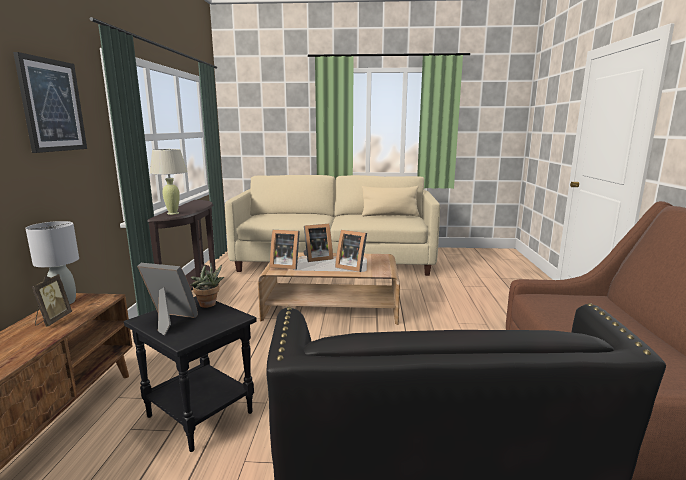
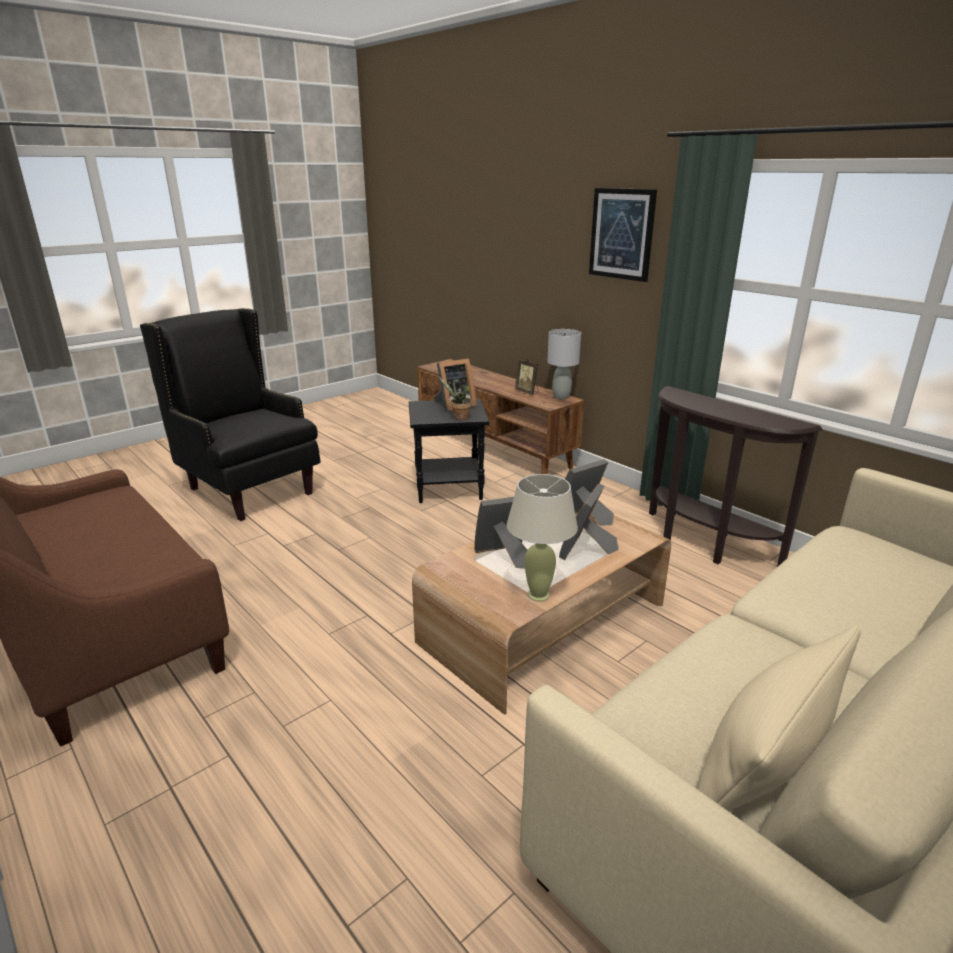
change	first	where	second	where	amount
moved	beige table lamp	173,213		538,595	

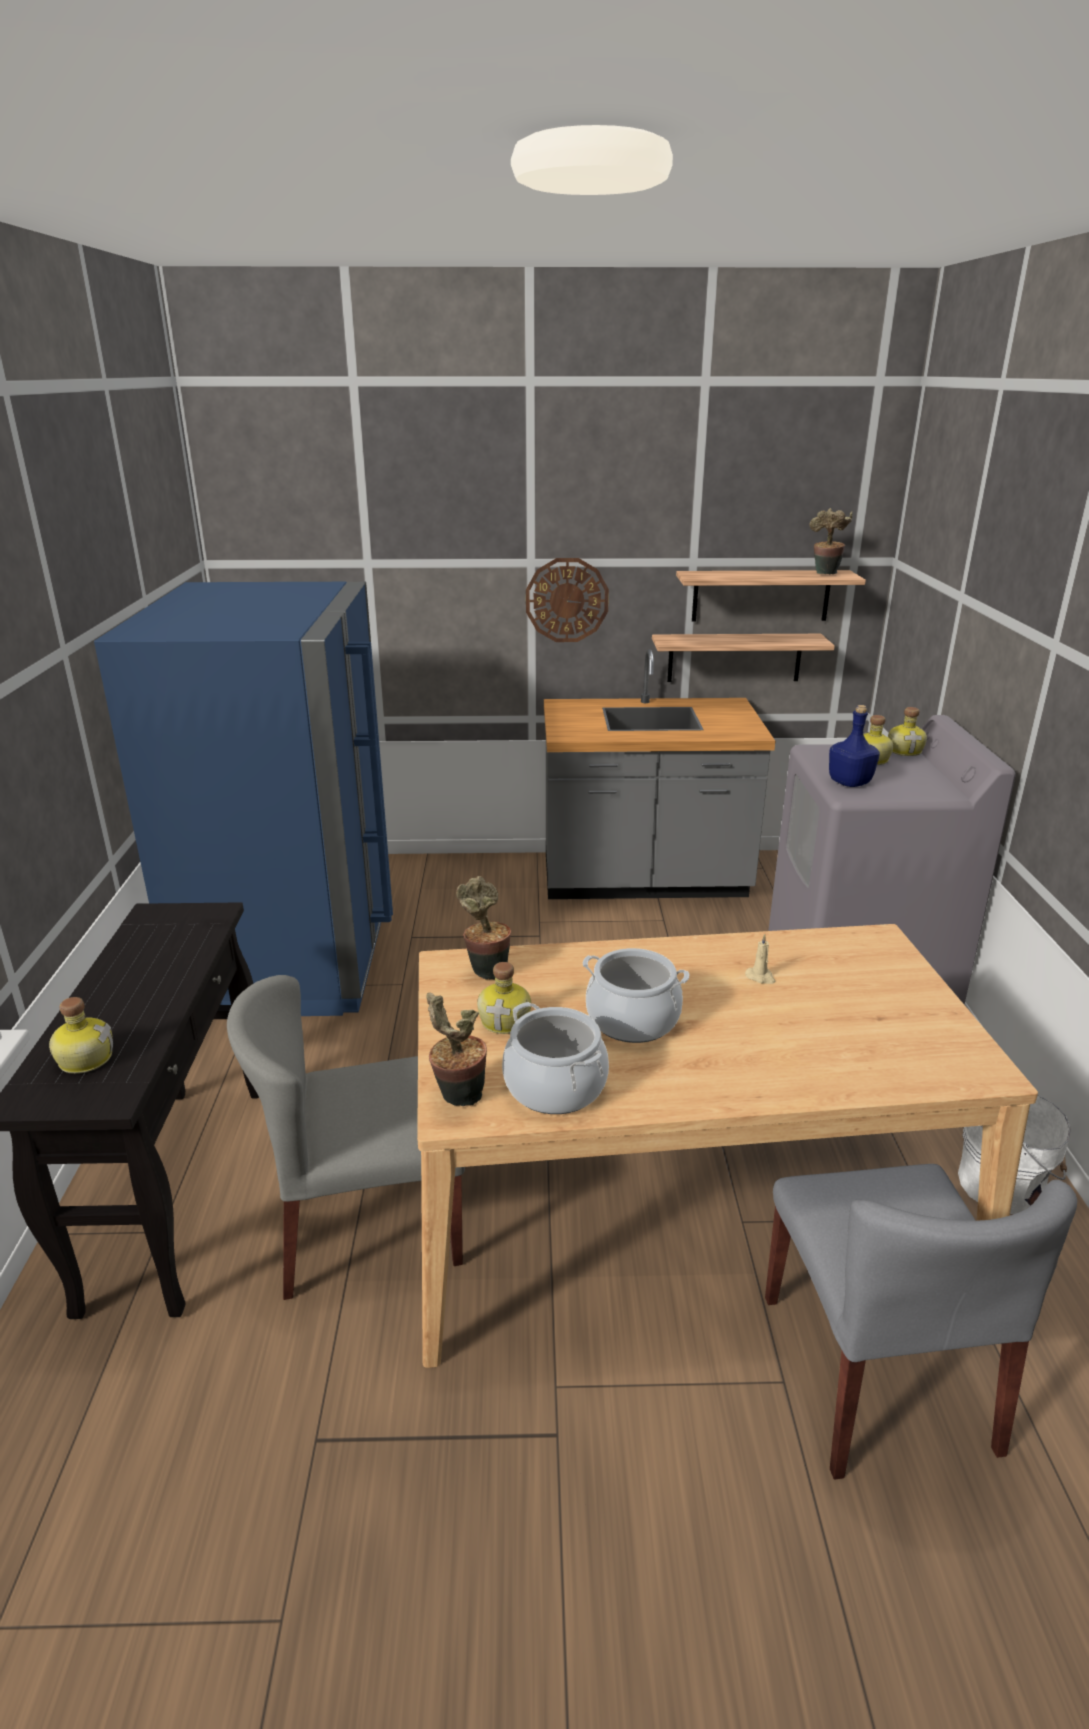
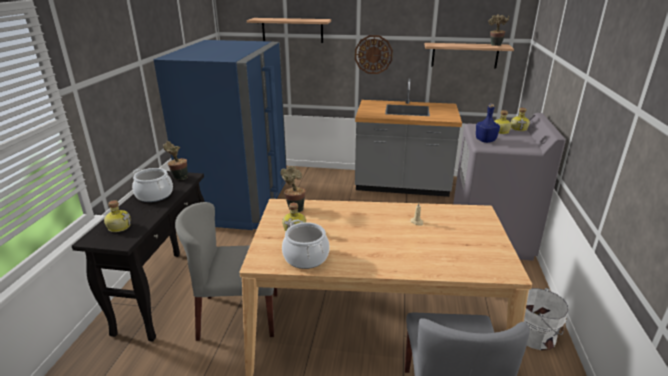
change	first	where	second	where	amount
moved	potted plant	457,1096		179,178	
moved	cooking pot	632,1020		154,195	
moved	shelf	734,657		292,30	

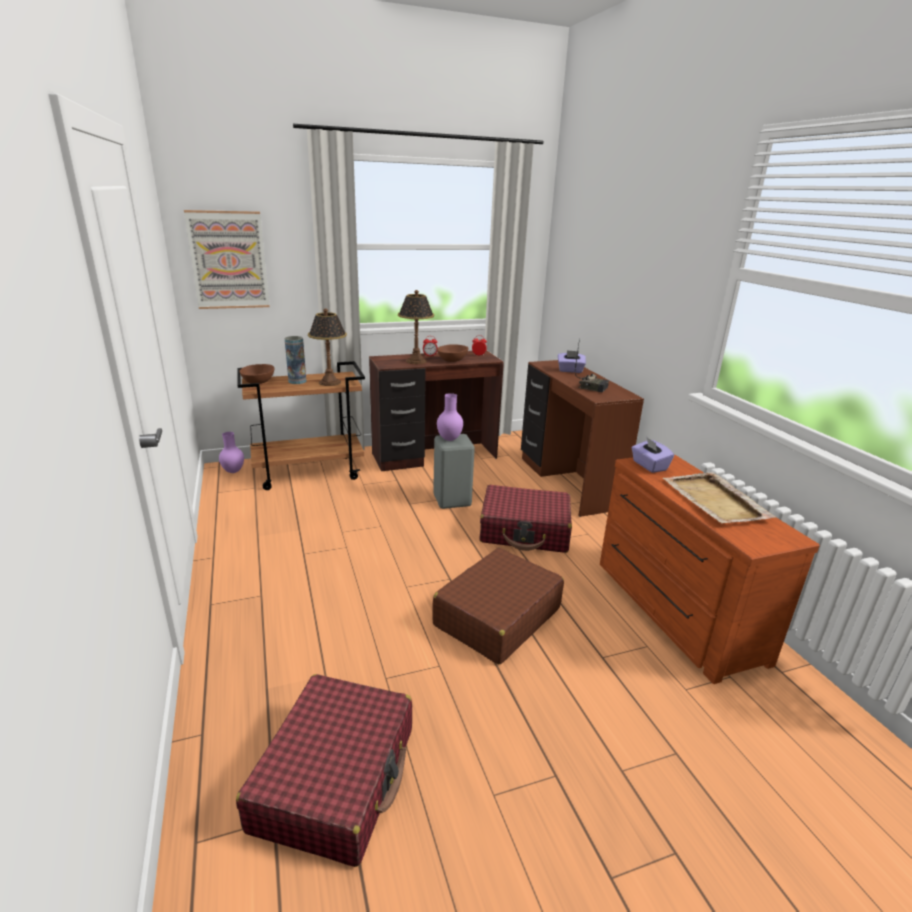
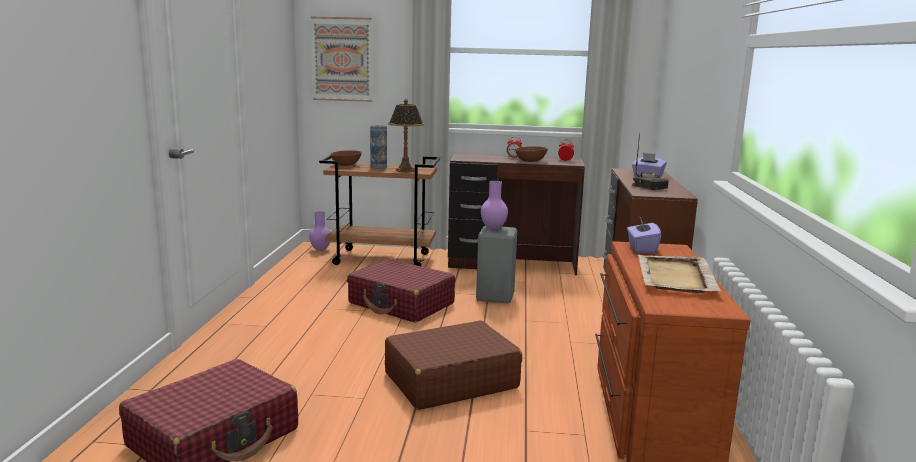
change	first	where	second	where	amount
removed	table lamp	416,361			
moved	red suitcase	525,531		401,303	

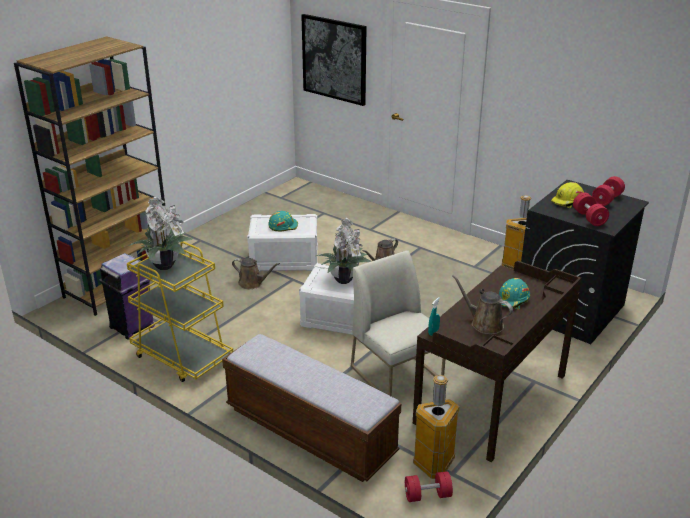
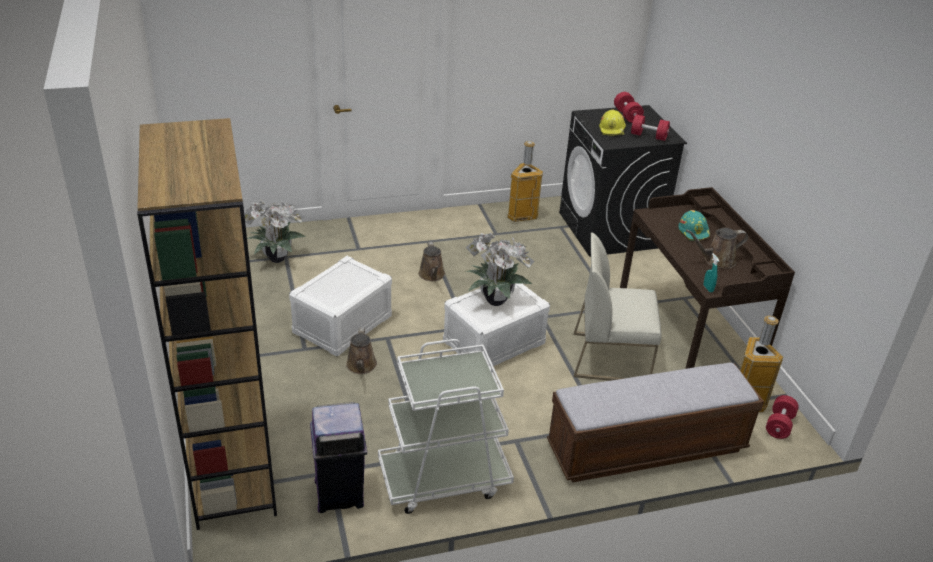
change	first	where	second	where	amount
recoloured	yellow cart	182,357	white cart	443,479	
moved	potted plant	164,265		275,258	
turned	brown watering can	252,283		361,366	120 degrees clockwise
removed	turquoise hard hat	283,226			
removed	picture	334,59			

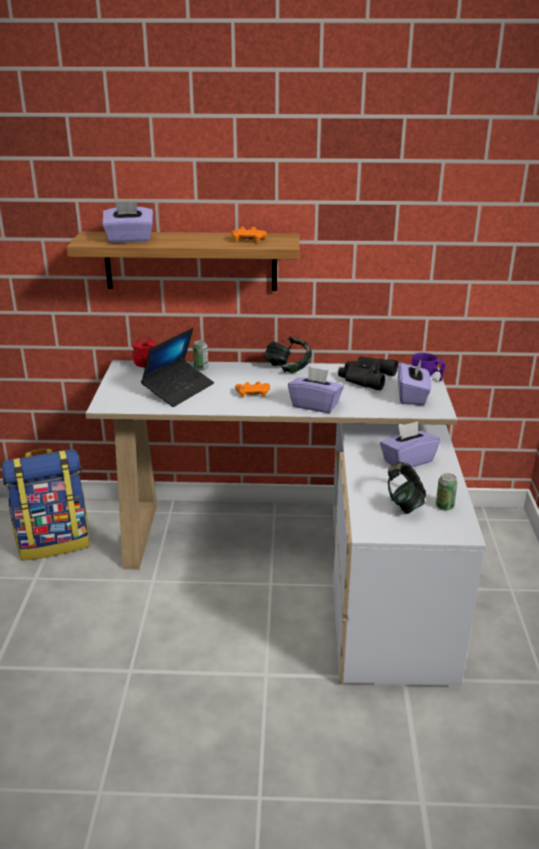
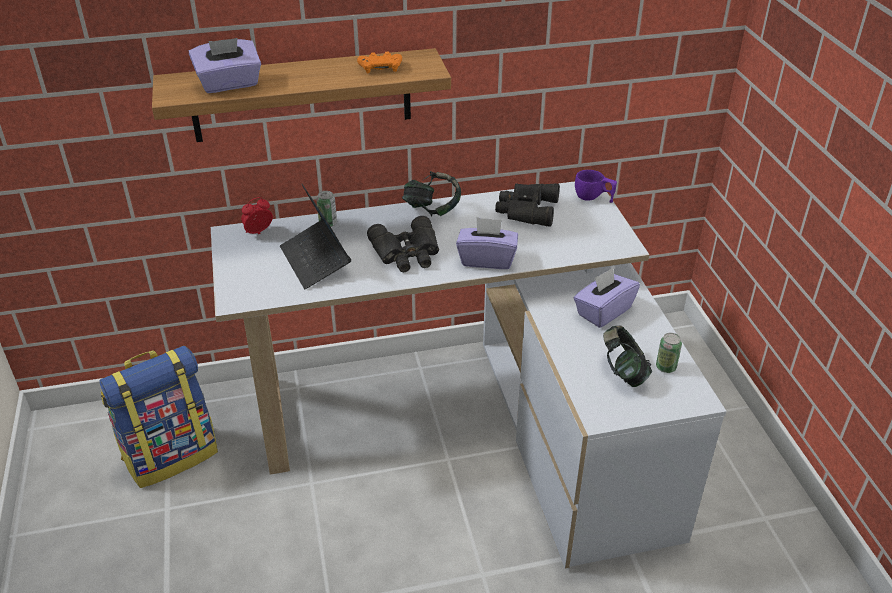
change	first	where	second	where	amount
turned	laptop	178,389		315,261	135 degrees clockwise
replaced	orange game controller	253,393	black binoculars	407,253	
removed	purple tissue box	412,396			

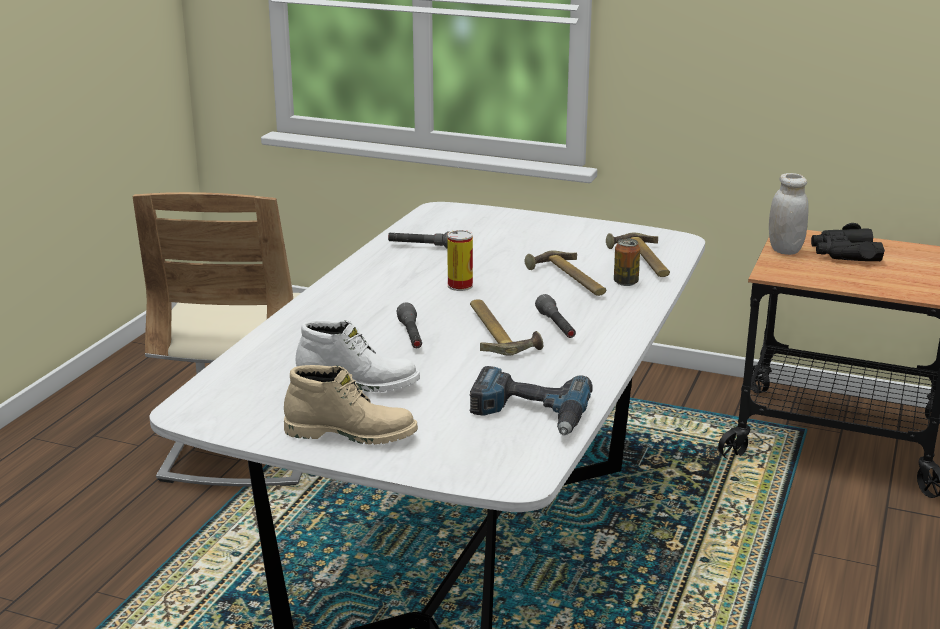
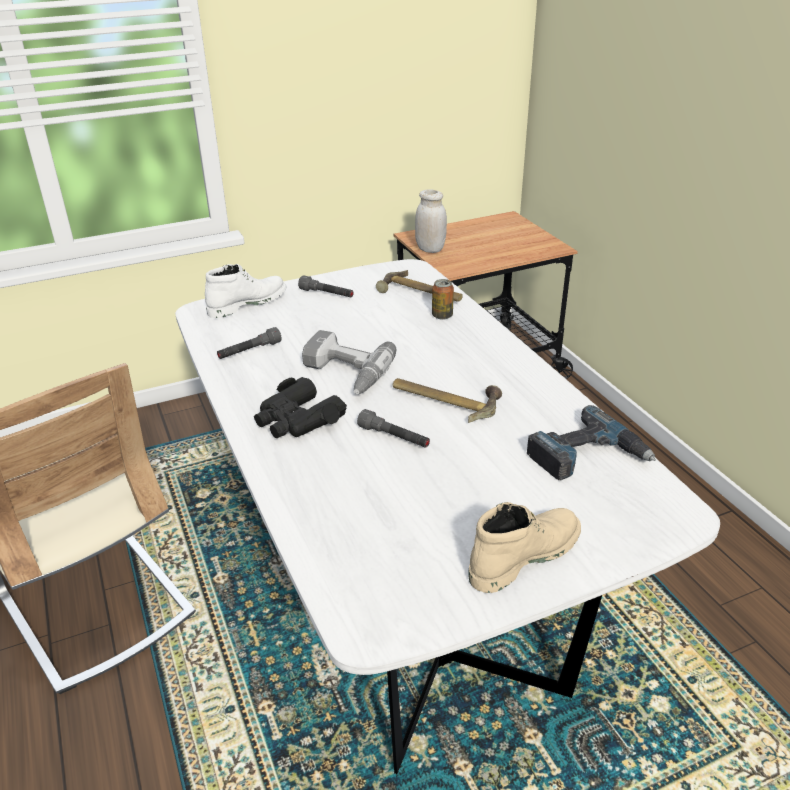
change	first	where	second	where	amount
moved	white boot	359,383		247,303	
replaced	can	460,286	power drill	344,373	
removed	hammer	569,280			
moved	grey flashlight	556,326		327,294	
moved	black binoculars	845,253		297,420	

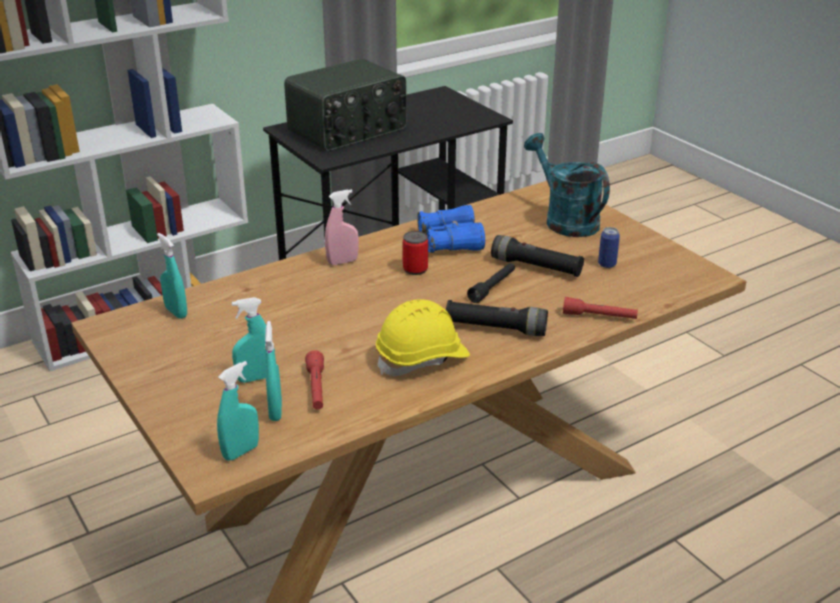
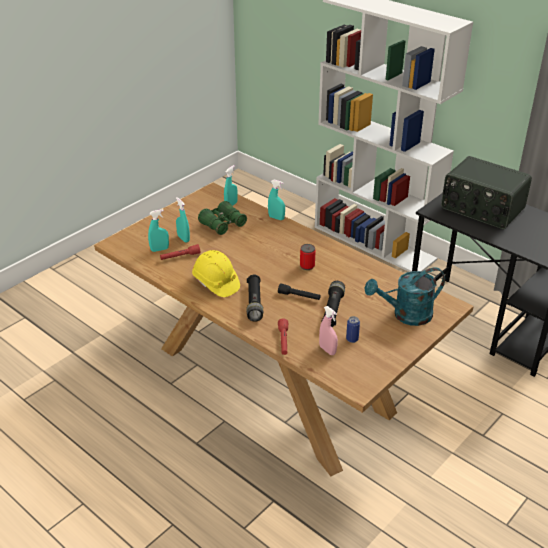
change	first	where	second	where	amount
moved	turquoise spray bottle	241,452		276,218	
moved	pink spray bottle	342,262		327,350	
removed	blue binoculars	450,241			
turned	turquoise watering can	565,220		406,315	150 degrees counterclockwise
added			green binoculars	223,224	

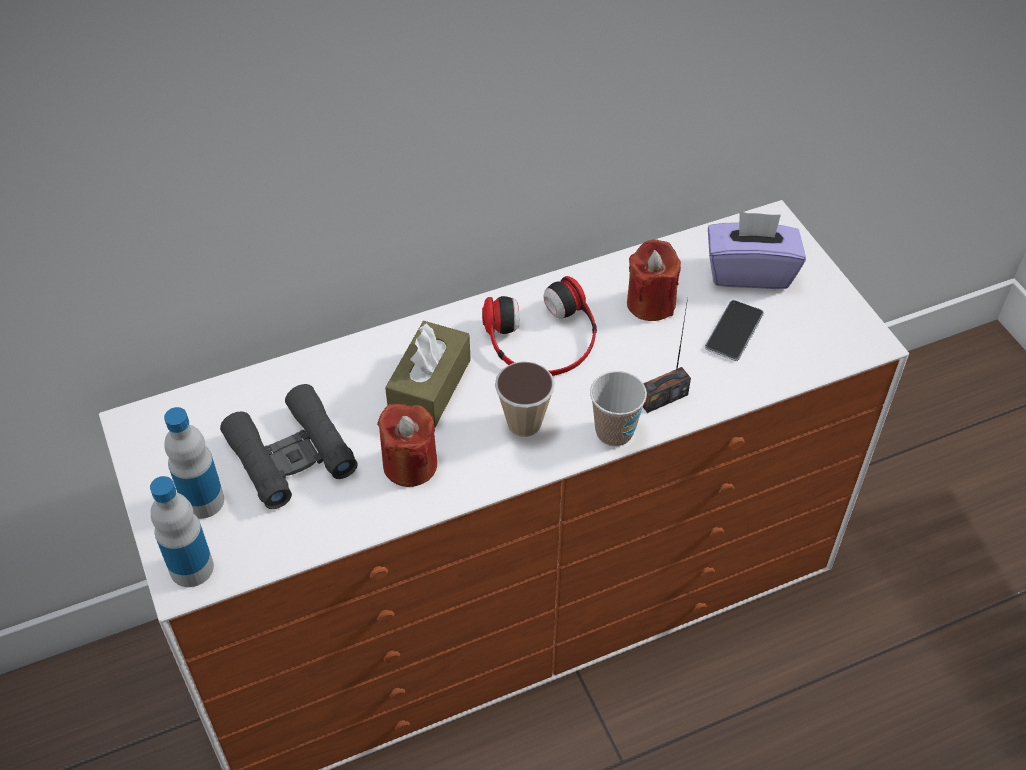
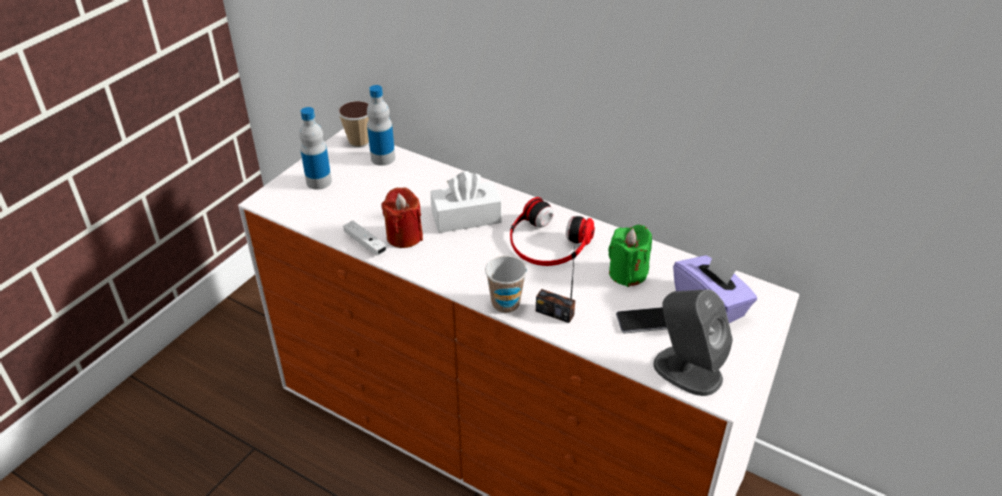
change	first	where	second	where	amount
moved	bottle	191,568		383,158	
removed	black binoculars	291,455			
recoloured	brown tissue box	430,386	white tissue box	466,218	
moved	cup	524,423		359,142	
recoloured	red candle	650,303	green candle	627,273	
added			white game controller	365,243	
added			grey speaker	686,370	

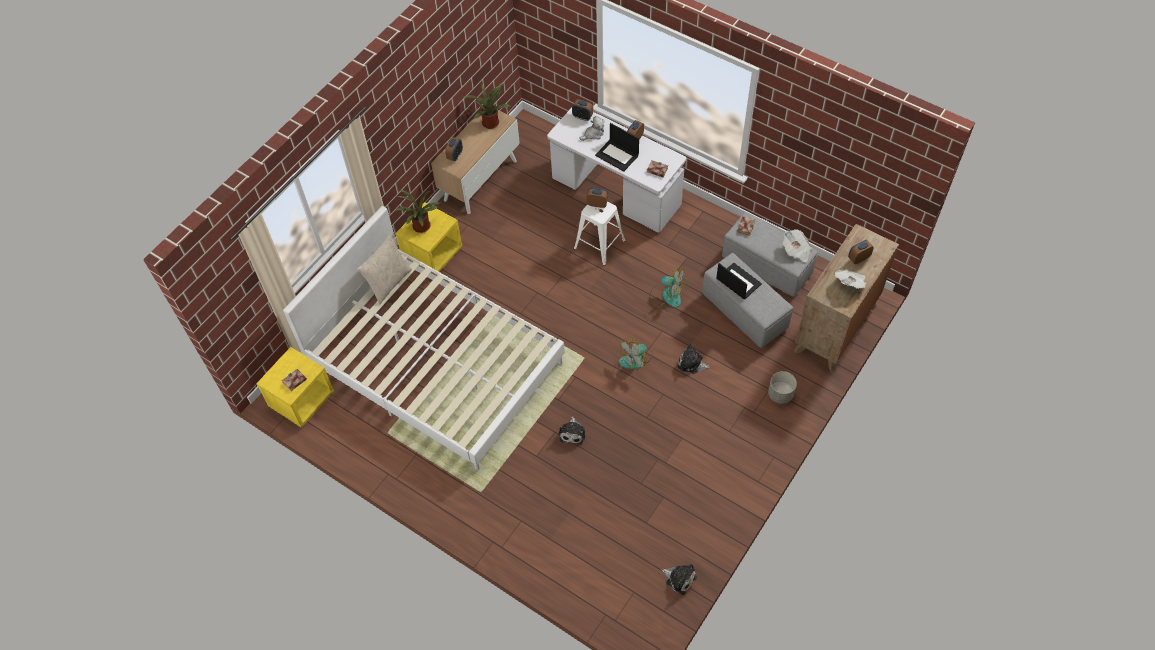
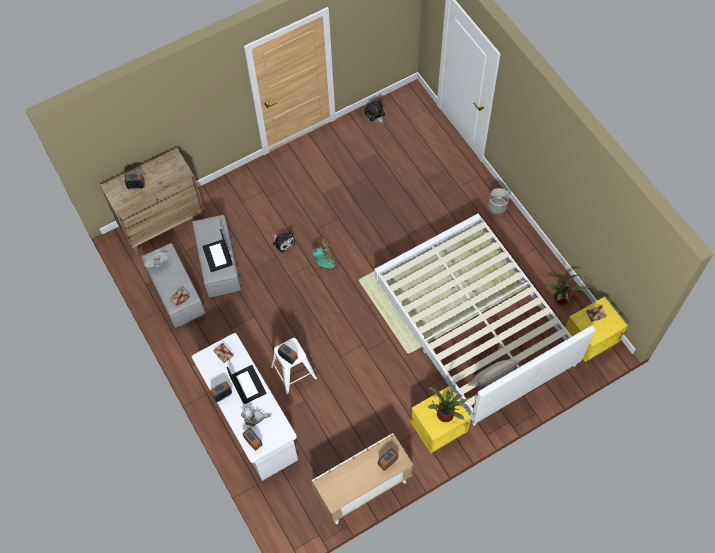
change	first	where	second	where	amount
moved	potted plant	490,121		561,300	
removed	plush toy	572,433			
removed	fan	666,295			
moved	grey planter	780,394		497,206	
removed	newspaper	850,283			

